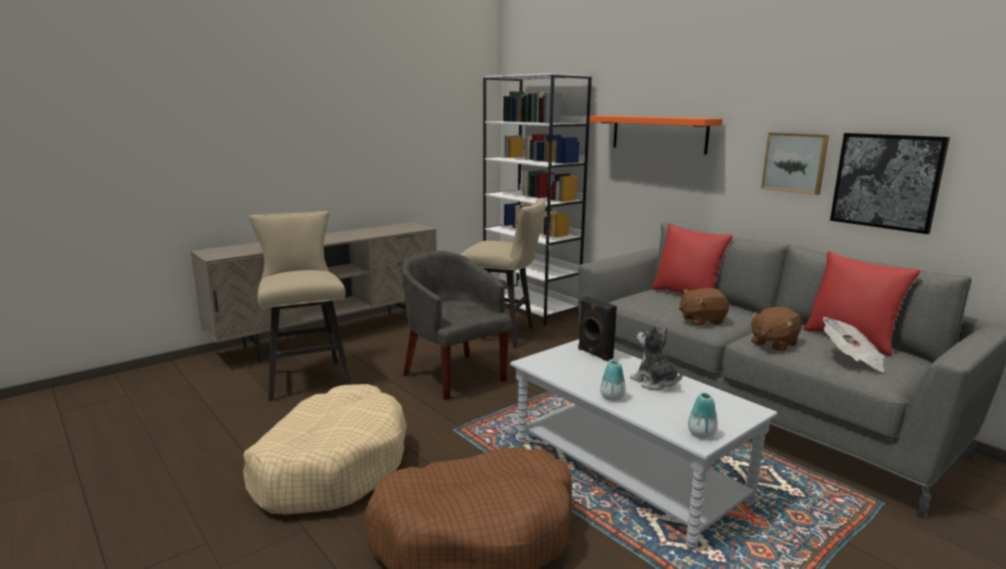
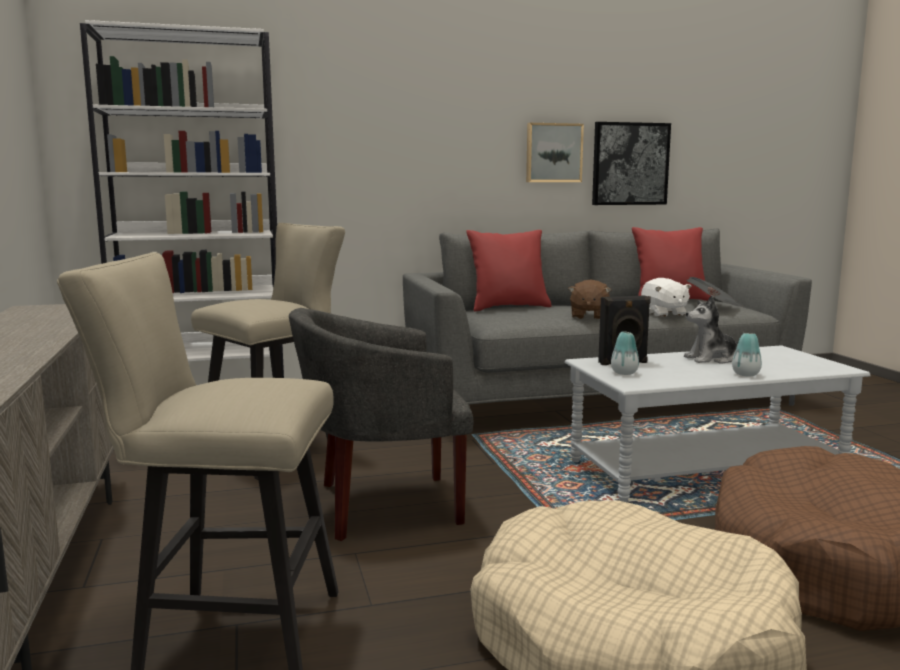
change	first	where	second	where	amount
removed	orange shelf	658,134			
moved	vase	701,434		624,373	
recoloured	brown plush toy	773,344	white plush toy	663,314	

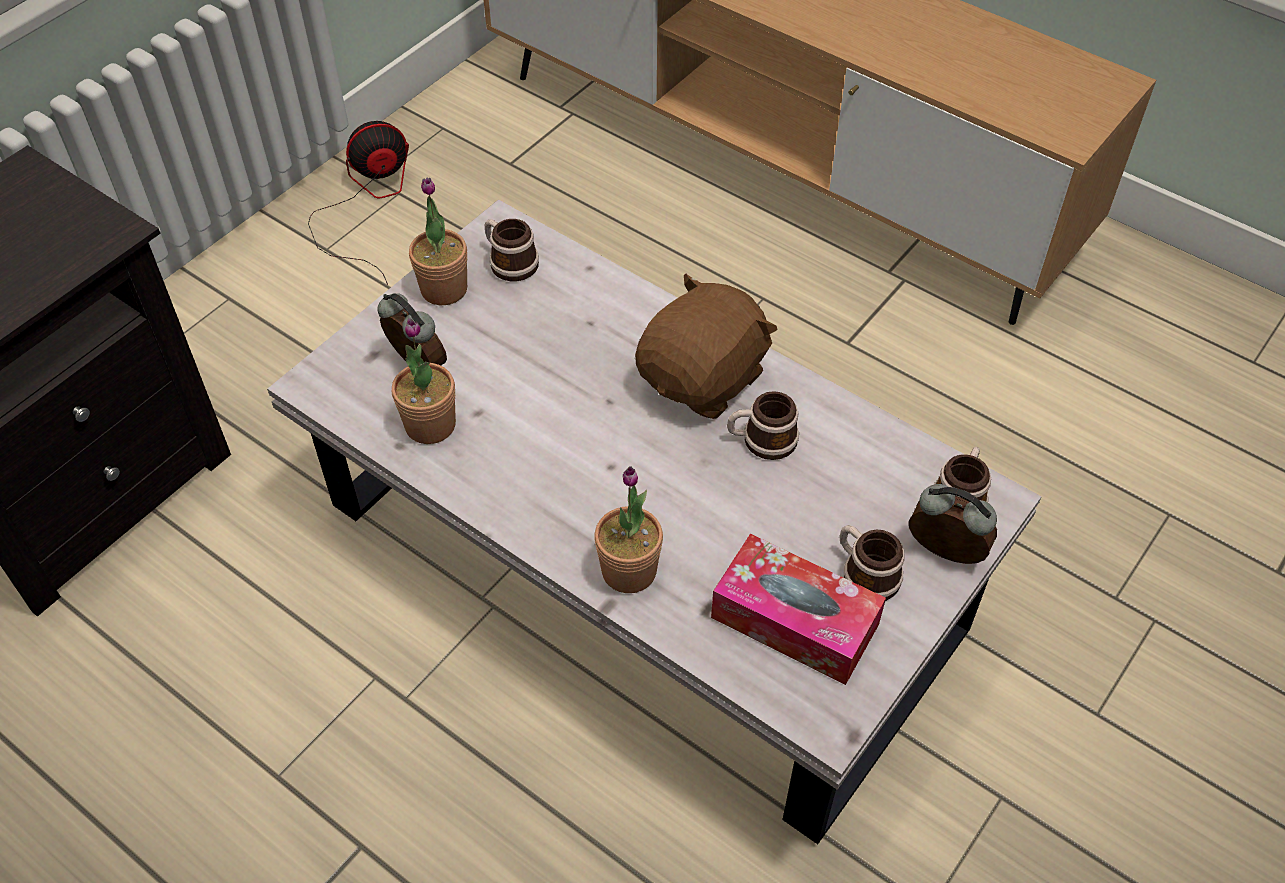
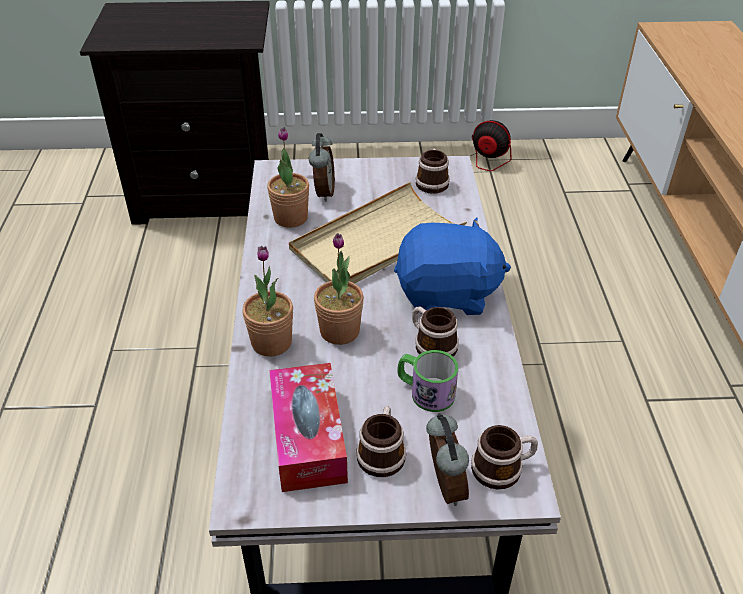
change	first	where	second	where	amount
moved	potted plant	444,289		339,331	
recoloured	brown plush toy	704,379	blue plush toy	447,294	
added			beige tray	376,242	
added			mug	425,392	

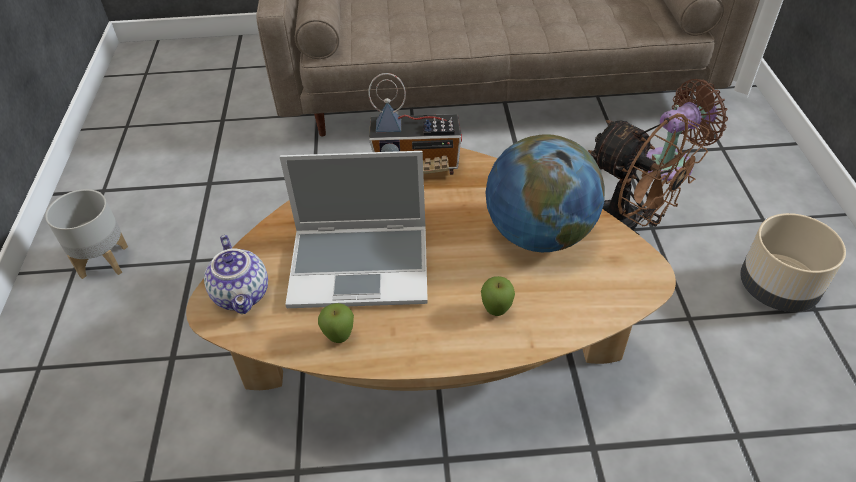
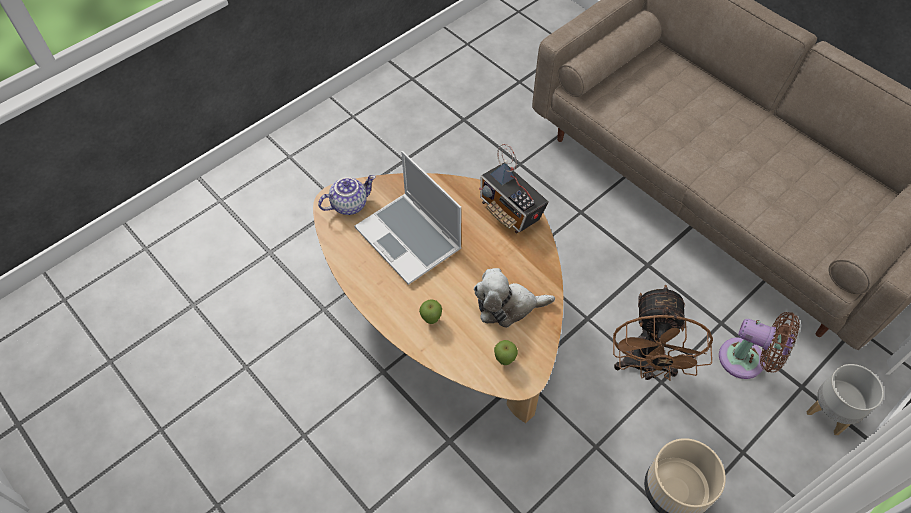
change	first	where	second	where	amount
moved	grey planter	105,261		830,413	
turned	teapot	243,294		349,204	150 degrees counterclockwise
moved	apple	339,338		504,360	
replaced	globe	539,234	plush toy	508,306	

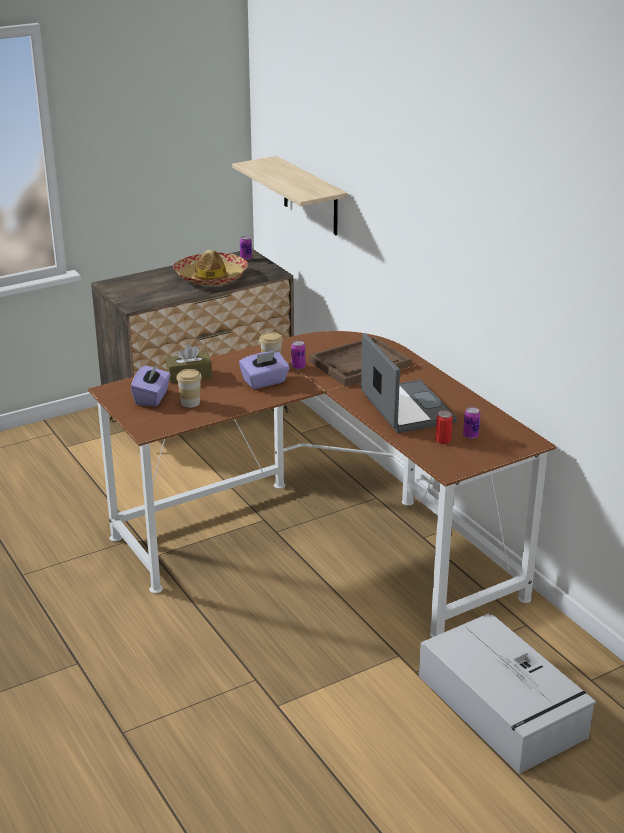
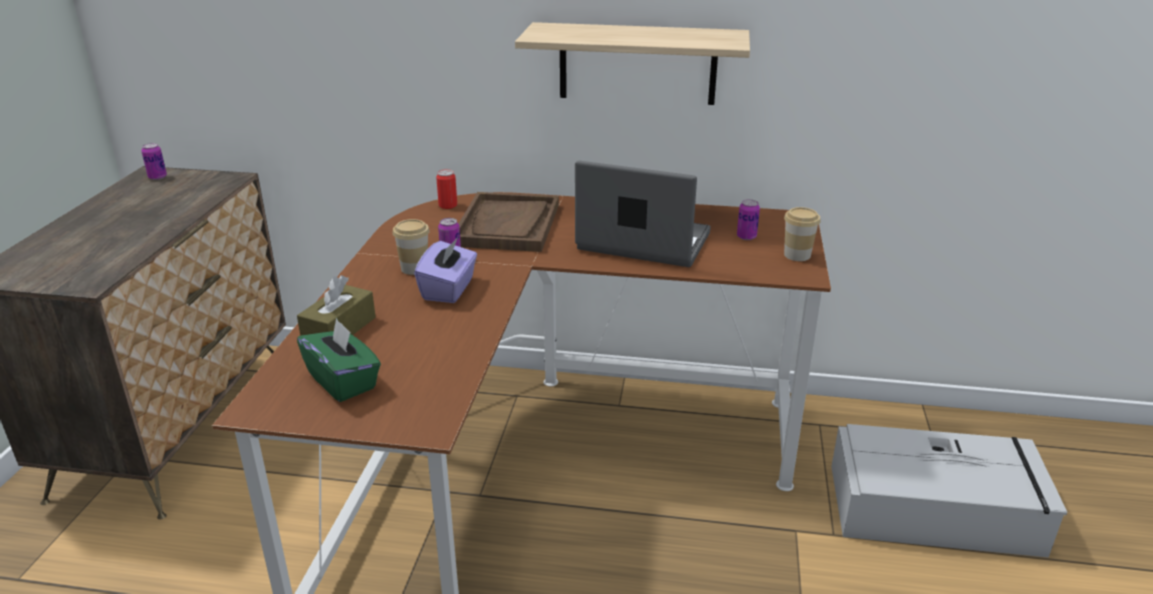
change	first	where	second	where	amount
recoloured	purple tissue box	152,397	green tissue box	343,381	
removed	hat	211,277			
moved	cup	190,403		797,255	
moved	shelf	310,196		637,64	
moved	can	443,440		448,205	

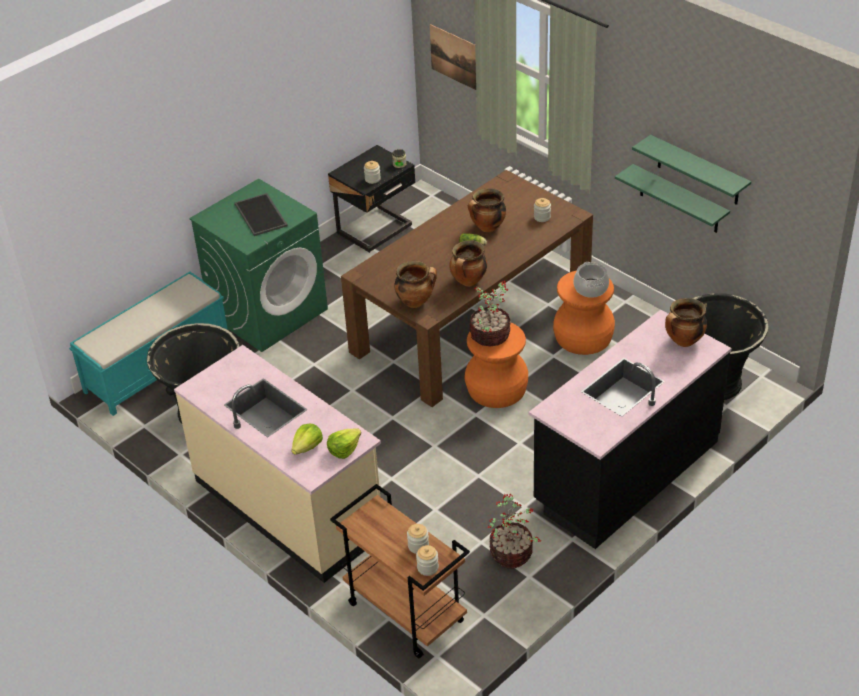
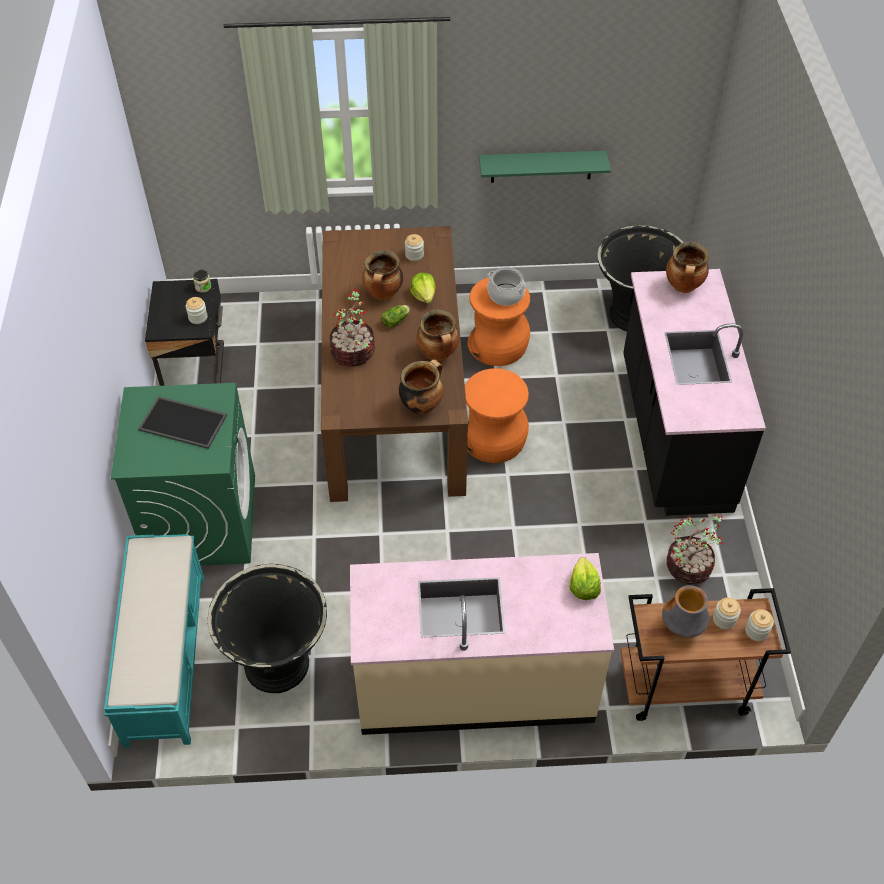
change	first	where	second	where	amount
moved	lettuce	307,447		424,295	
removed	picture	454,57			
moved	potted plant	489,336		353,353	
removed	green shelf	698,171			
added			vase	682,627	

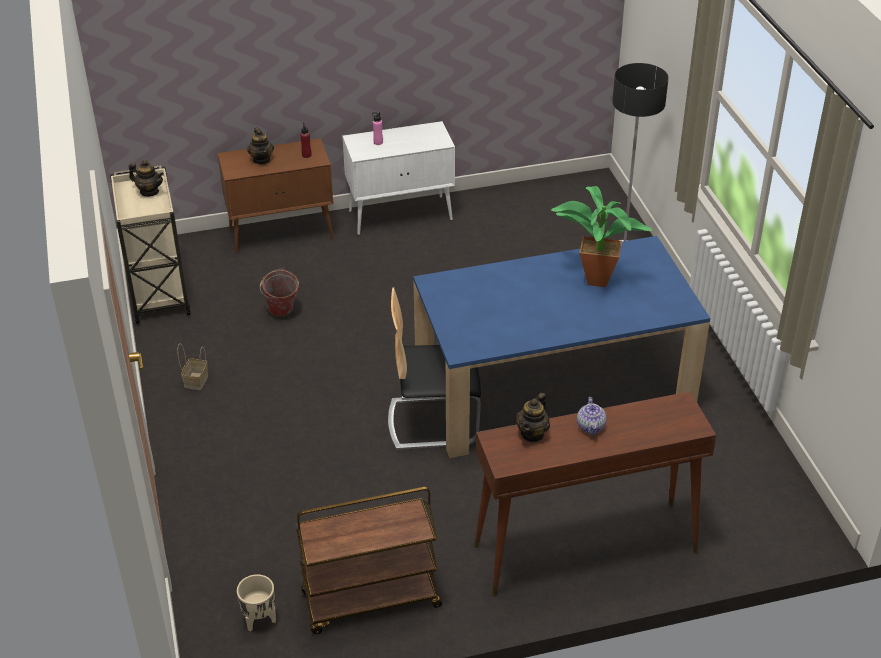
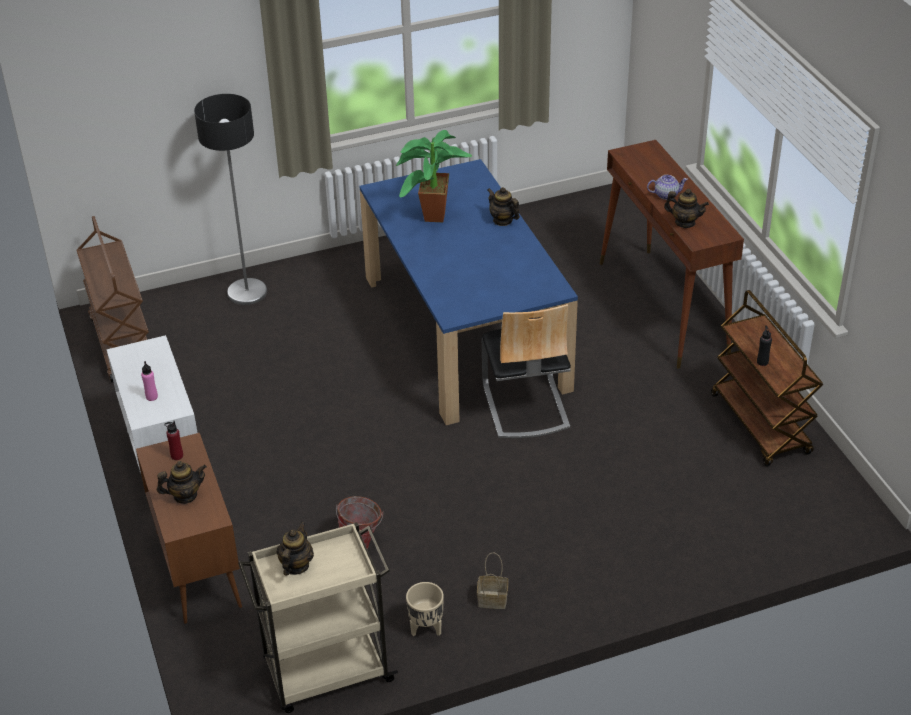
change	first	where	second	where	amount
moved	beige planter	259,619		425,628	
added			brown cart	122,344	
added			teapot	502,220	
added			black bottle	762,362	

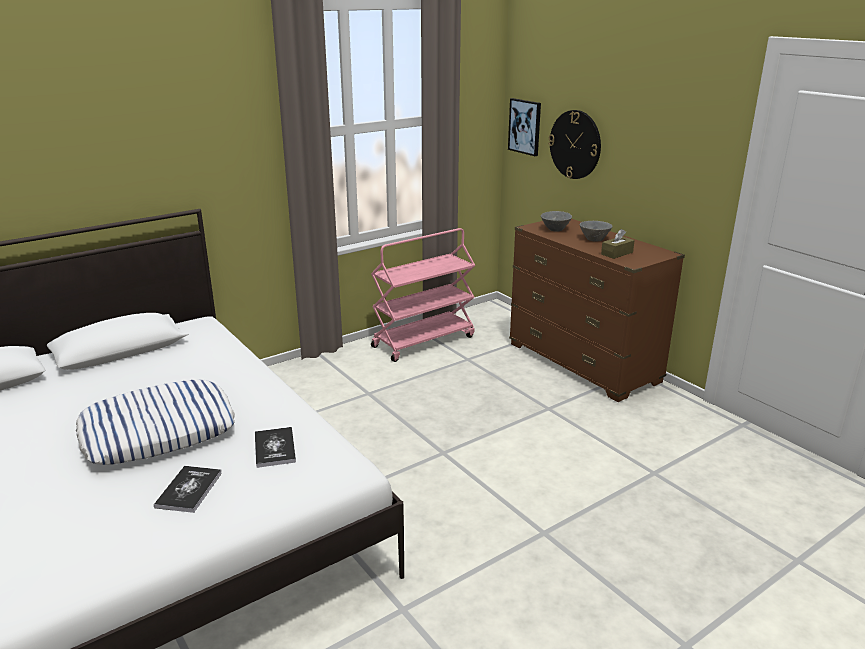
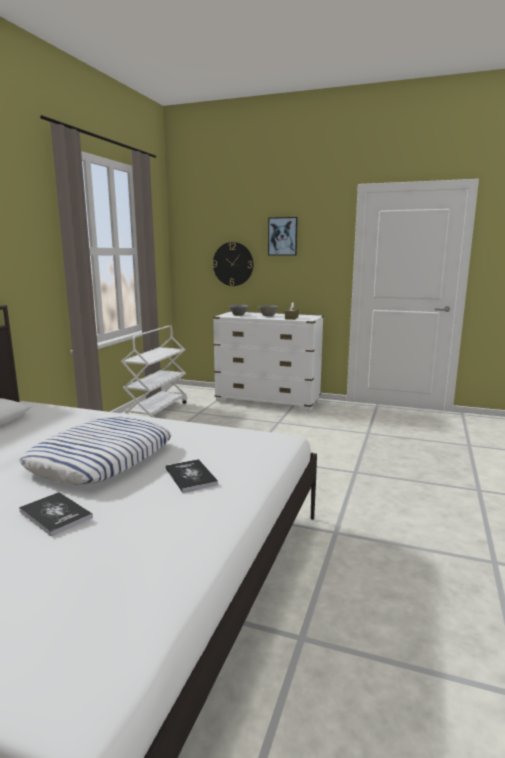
change	first	where	second	where	amount
moved	book	275,448		55,514	
recoloured	pink cart	423,341	white cart	157,411	
moved	picture	525,126		282,236	
recoloured	brown dresser	583,363	white dresser	268,400	

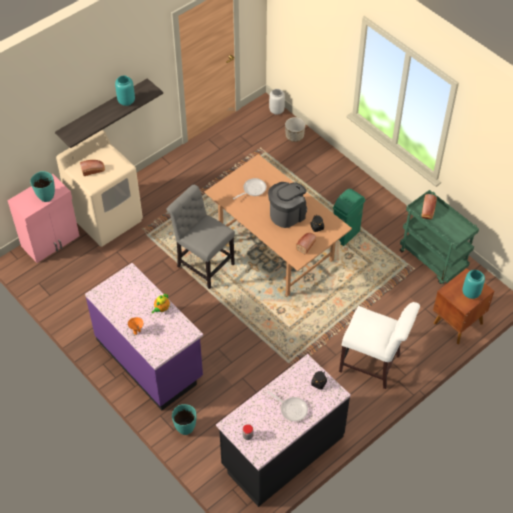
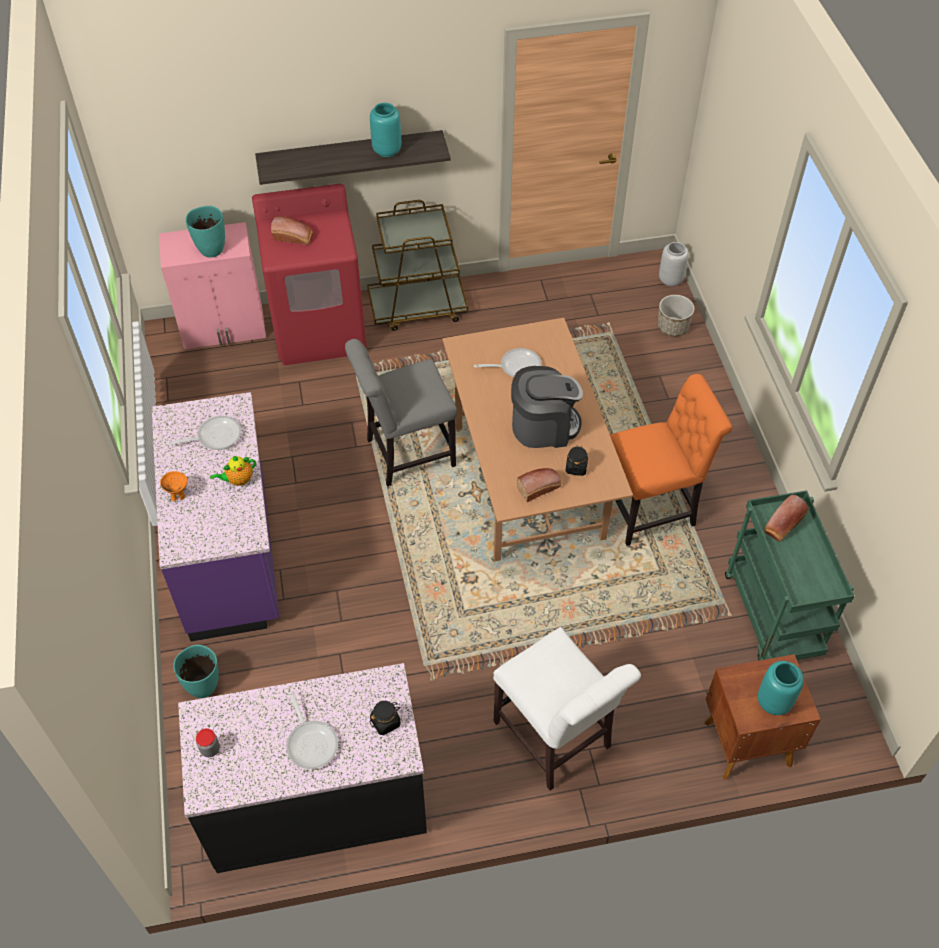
change	first	where	second	where	amount
recoloured	beige washing machine	106,218	red washing machine	319,329	
turned	grey chair	203,264		405,454	90 degrees counterclockwise
replaced	green trash can	346,234	orange chair	653,508	
added			frying pan	215,436	
added			brown cart	418,307	

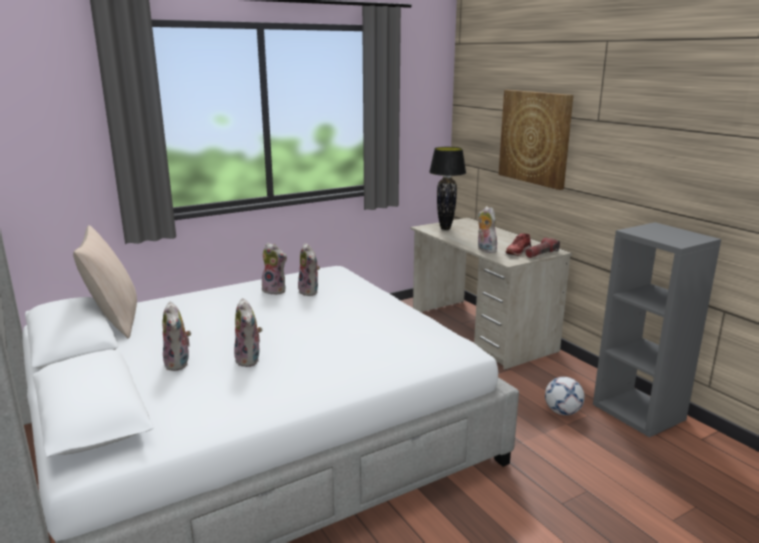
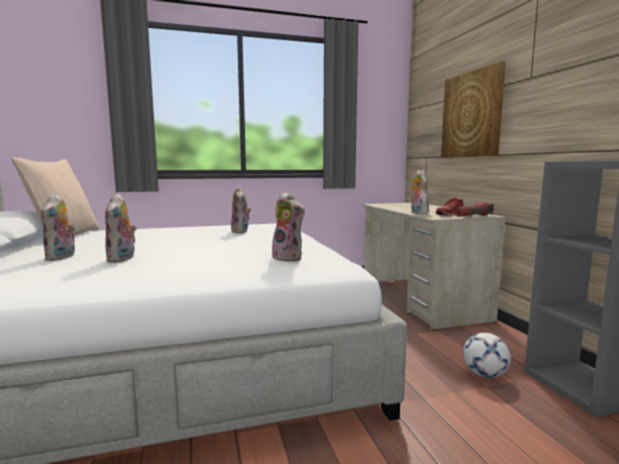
change	first	where	second	where	amount
moved	plush toy	275,290		289,258	
removed	black table lamp	445,228			

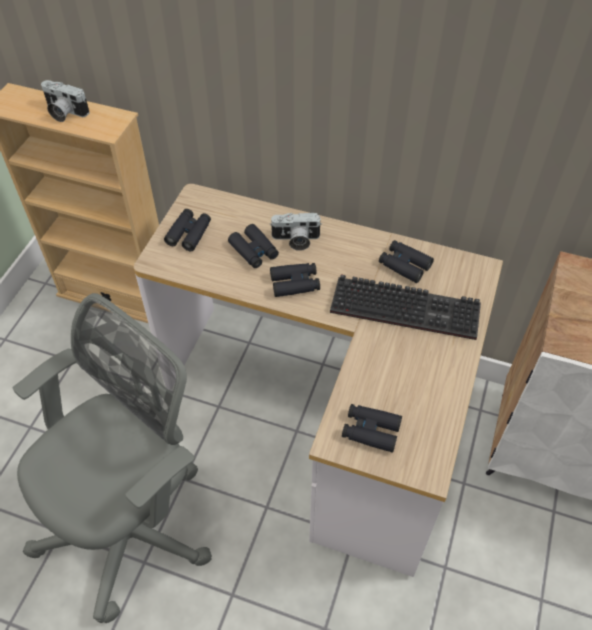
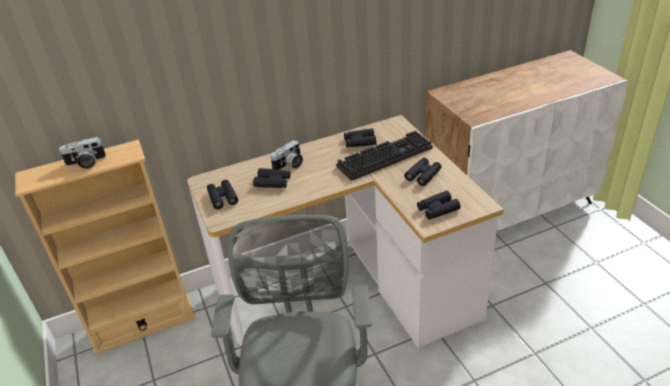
change	first	where	second	where	amount
moved	black binoculars	295,283		423,175	

